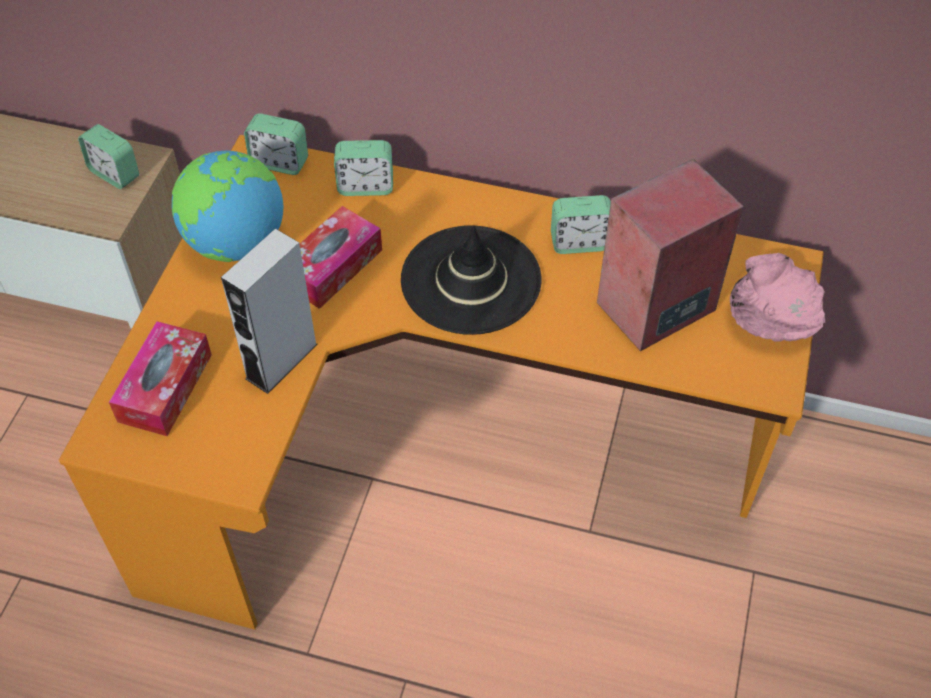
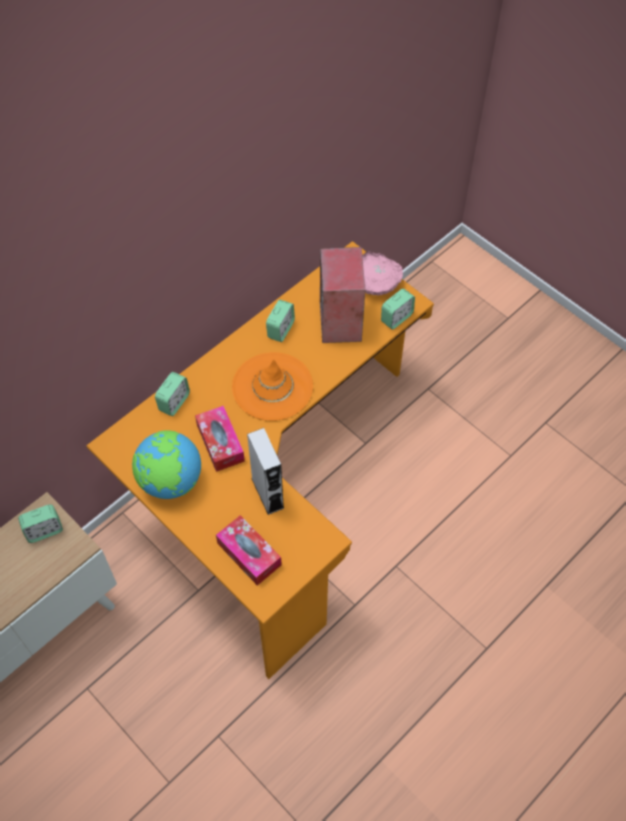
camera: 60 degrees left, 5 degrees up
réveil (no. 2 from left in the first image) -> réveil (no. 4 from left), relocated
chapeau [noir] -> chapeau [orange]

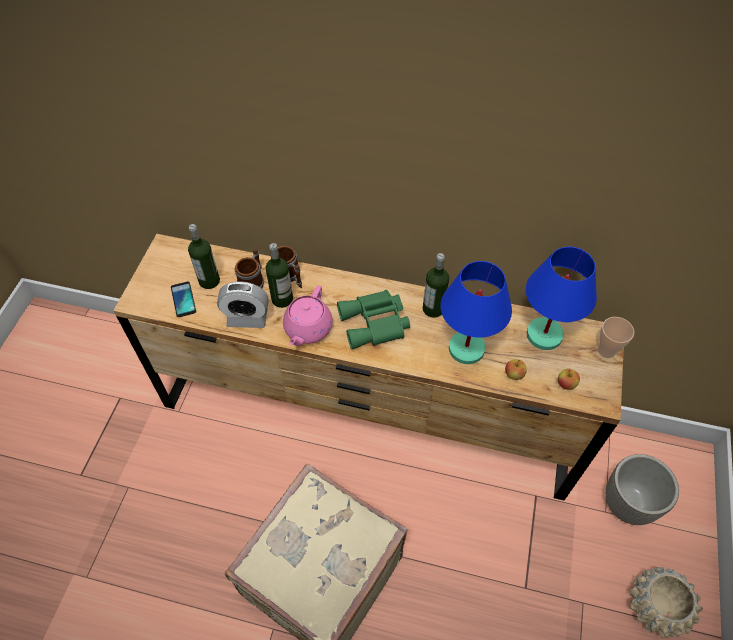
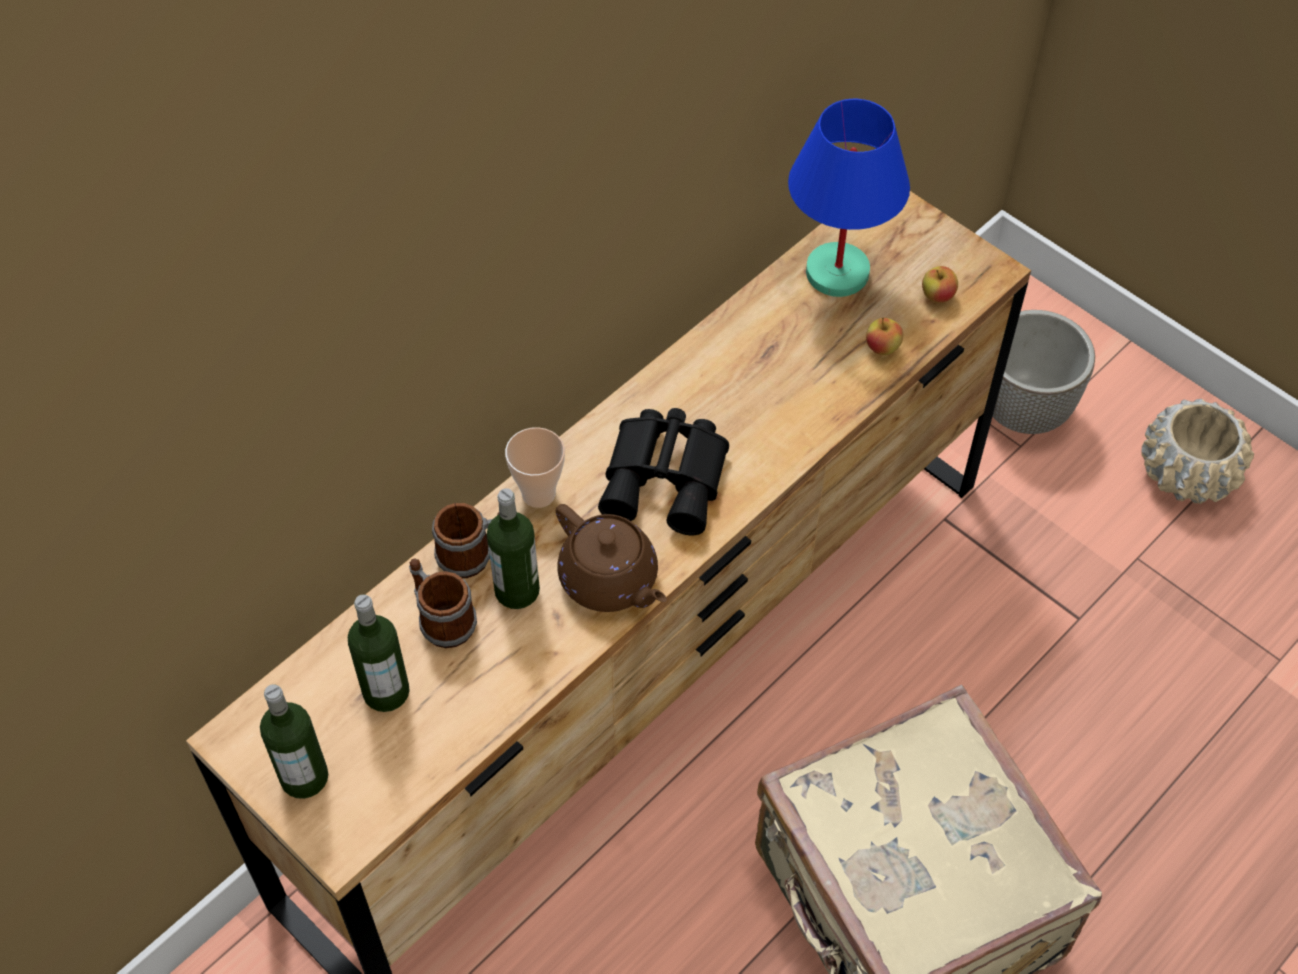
camera: 60 degrees left, 0 degrees up
téléphone -> none
réveil -> none
lampe de table [bleu] (no. 1 from left) -> none
bouteille (no. 3 from left in the first image) -> bouteille (no. 1 from left), relocated
tasse, relocated
théière [rose] -> théière [marron]
jumelles [vert] -> jumelles [noir]

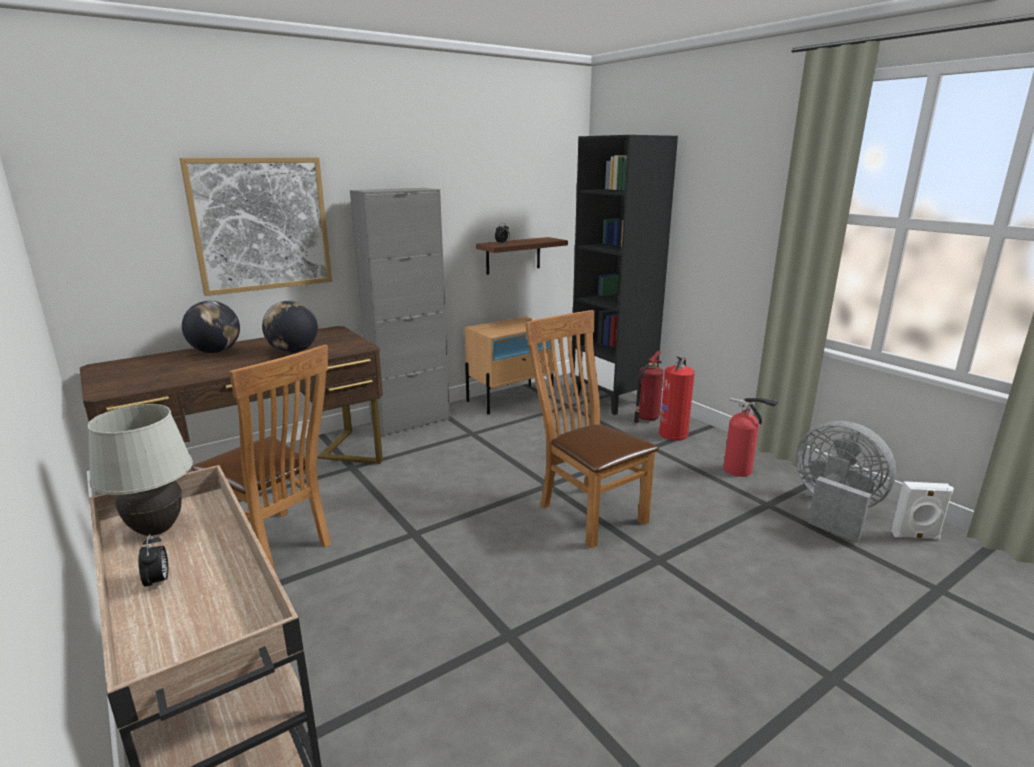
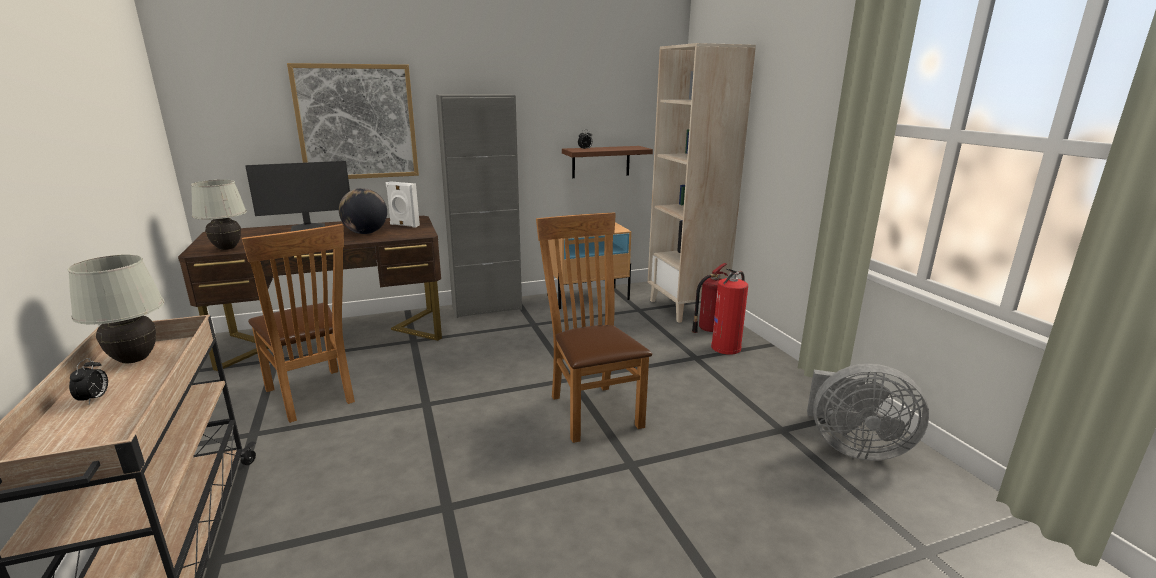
camera: 15 degrees right, 0 degrees up
extincteur (no. 3 from left) -> none
none -> lampe de table [blanc] (no. 2 from left)
enceinte [blanc], relocated
globe (no. 1 from left) -> écran d'ordinateur
bibliothèque [noir] -> bibliothèque [beige]
ventilateur [gris], 135 degrees clockwise

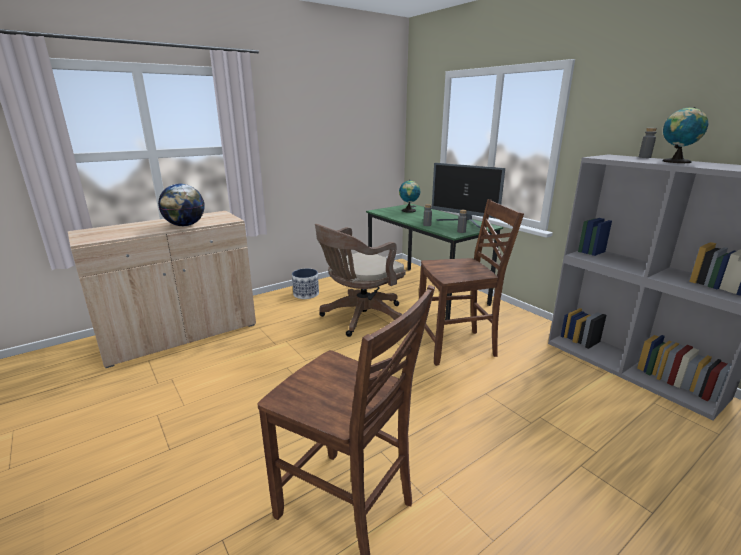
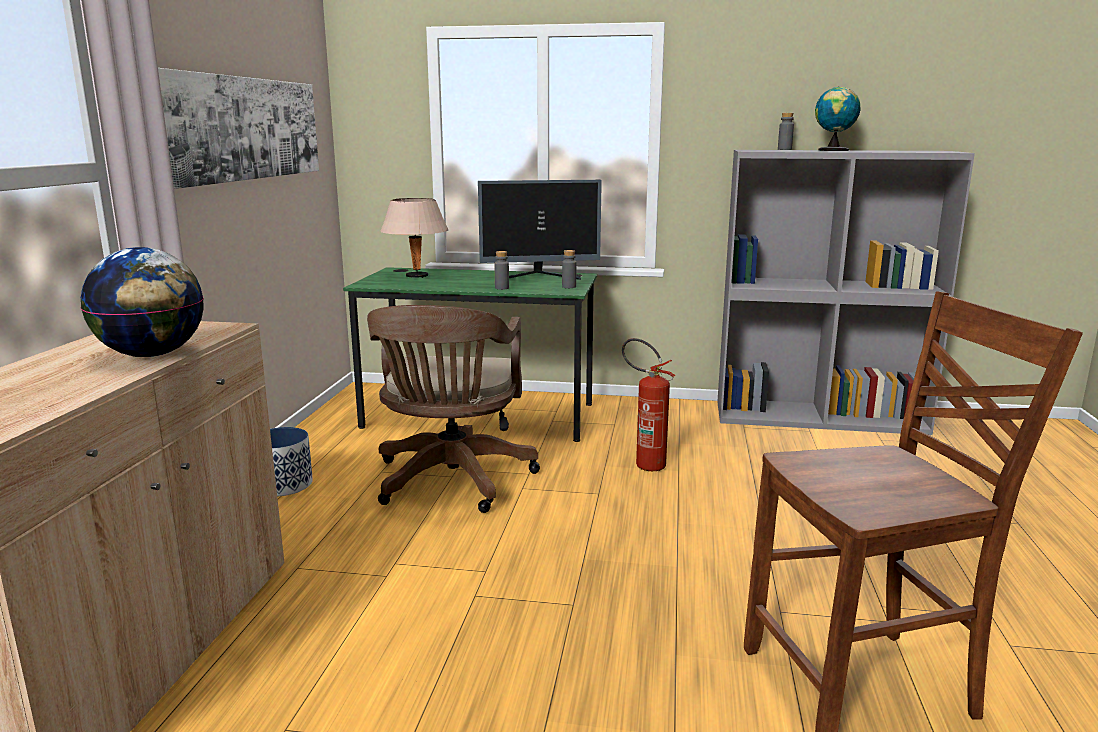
camera: 45 degrees left, 5 degrees down
none -> tableau
globe (no. 2 from left) -> lampe de table [beige]
chaise [marron] (no. 2 from left) -> extincteur

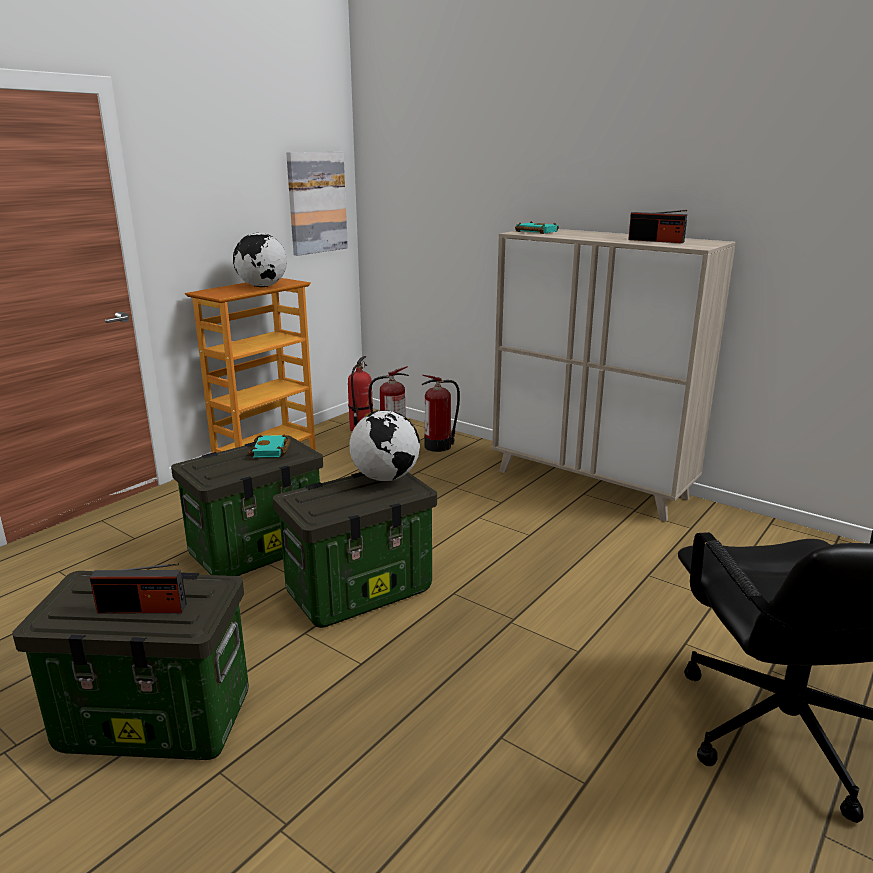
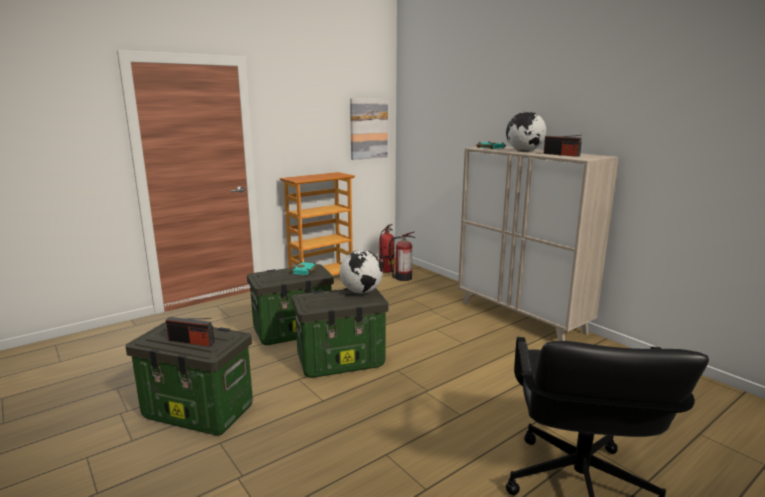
camera: 15 degrees right, 5 degrees down
extincteur (no. 3 from left) -> none
globe (no. 1 from left in the first image) -> globe (no. 2 from left), relocated

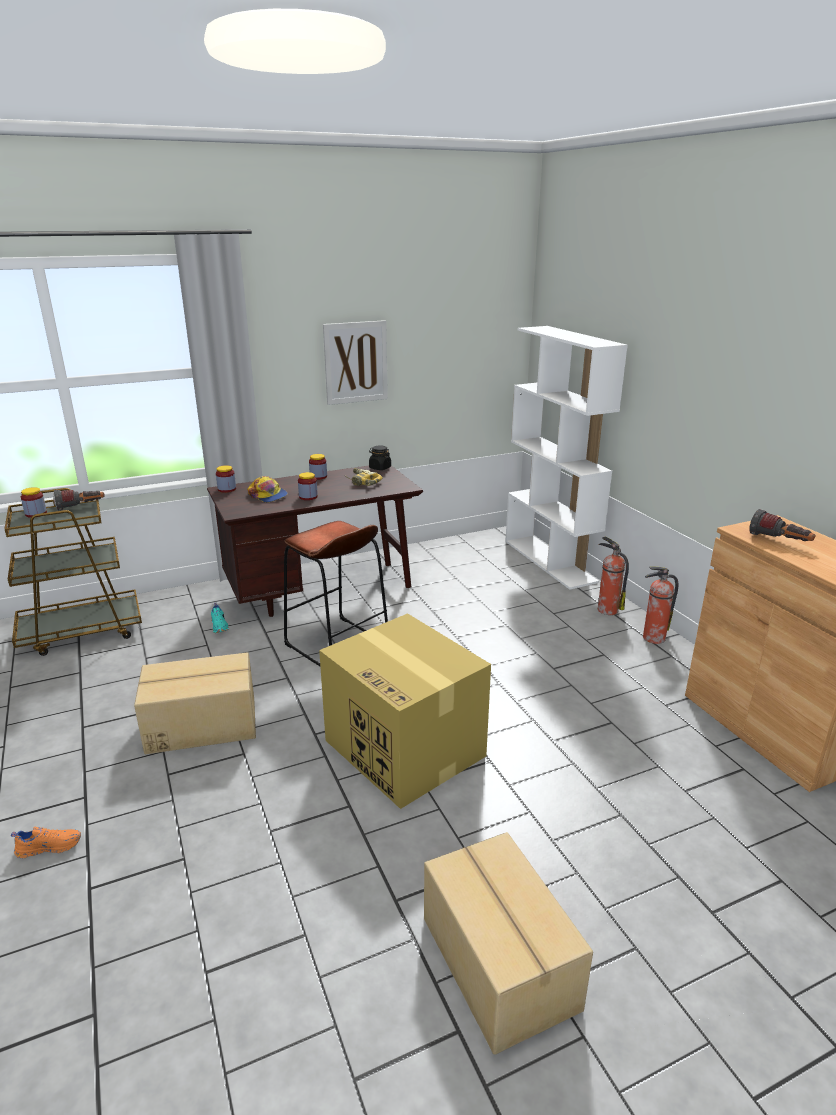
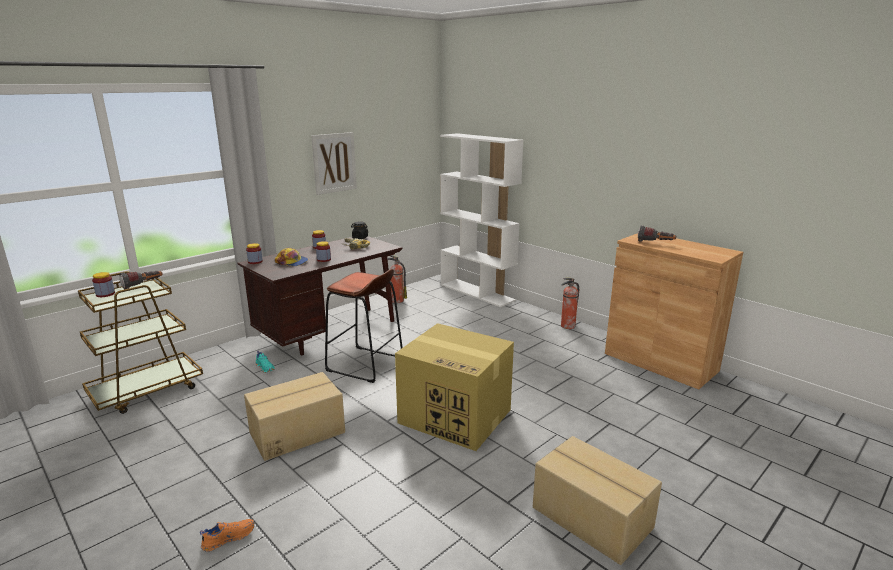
camera: 20 degrees left, 5 degrees down
extincteur (no. 1 from left), relocated

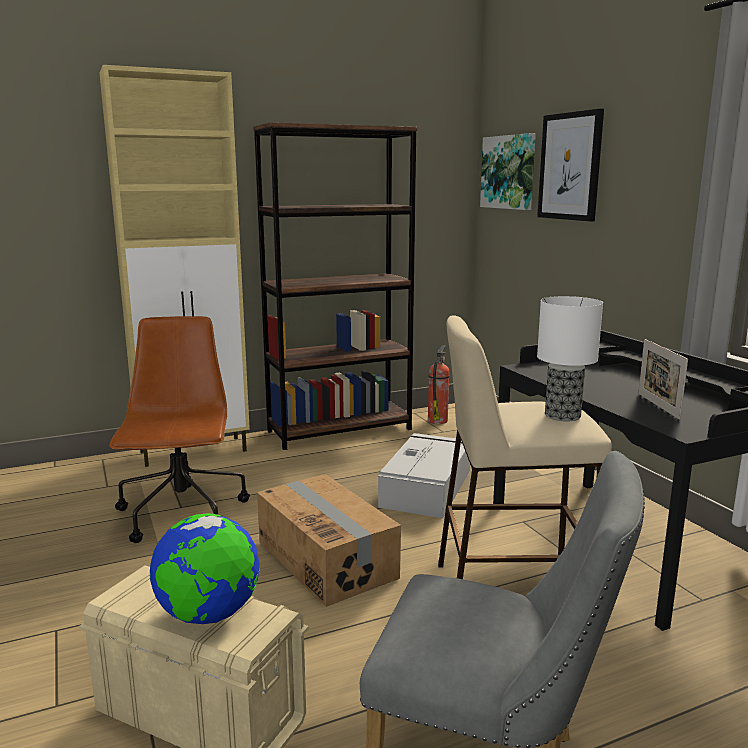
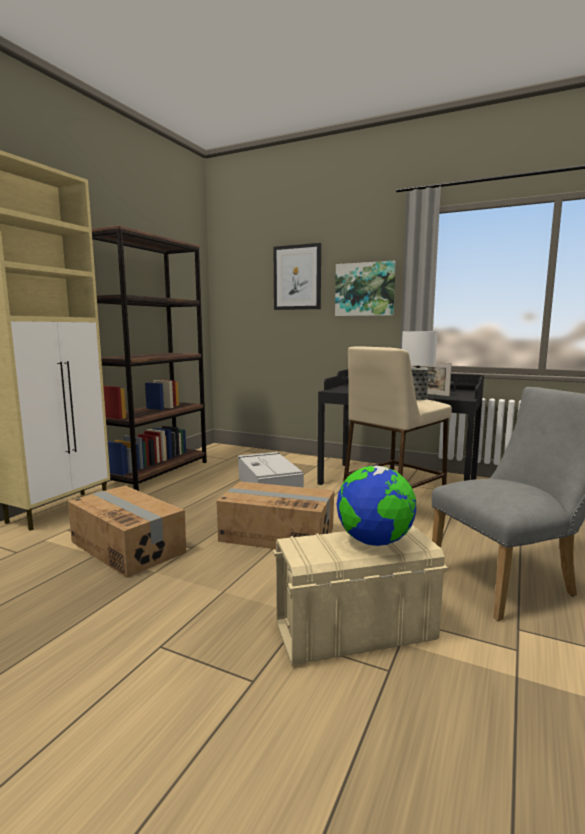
camera: 40 degrees left, 5 degrees down
extincteur -> none
tableau (no. 1 from left in the first image) -> tableau (no. 2 from left), relocated
chaise de bureau [marron] -> carton (no. 1 from left)

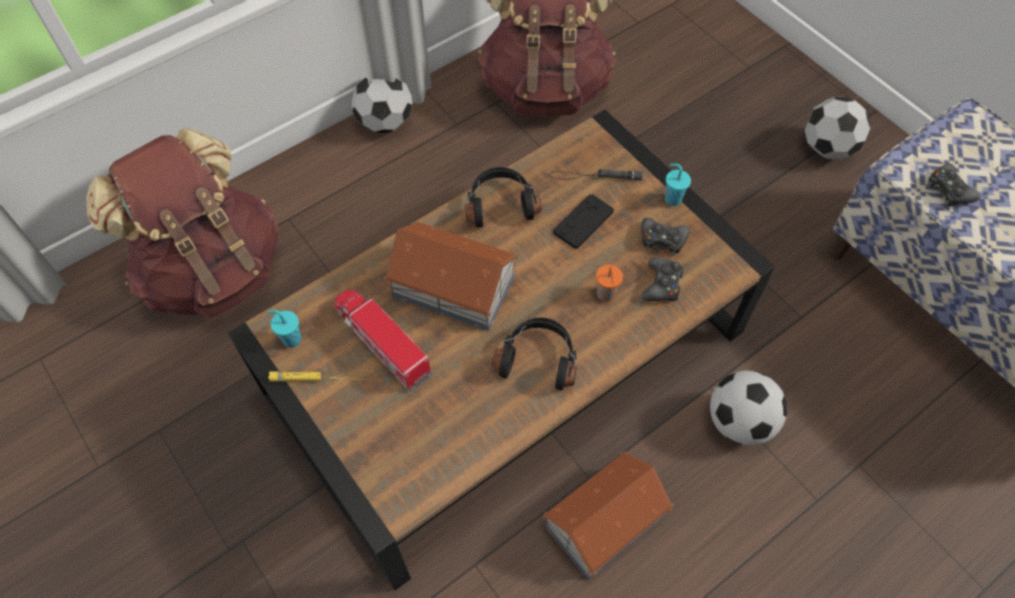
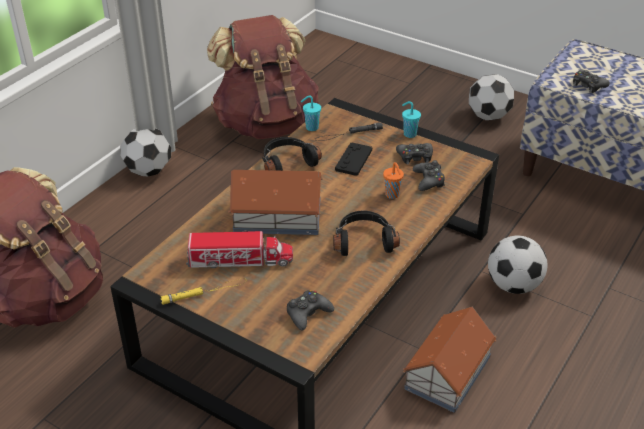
camera: 20 degrees left, 20 degrees down
none -> manette [noir] (no. 1 from left)
tasse [turquoise] (no. 1 from left), relocated
camion jouet, 150 degrees clockwise

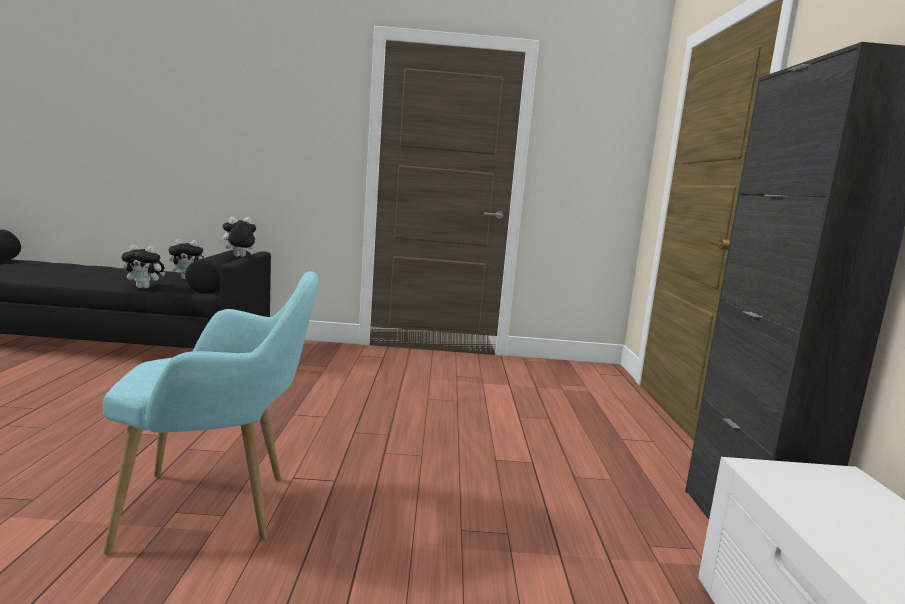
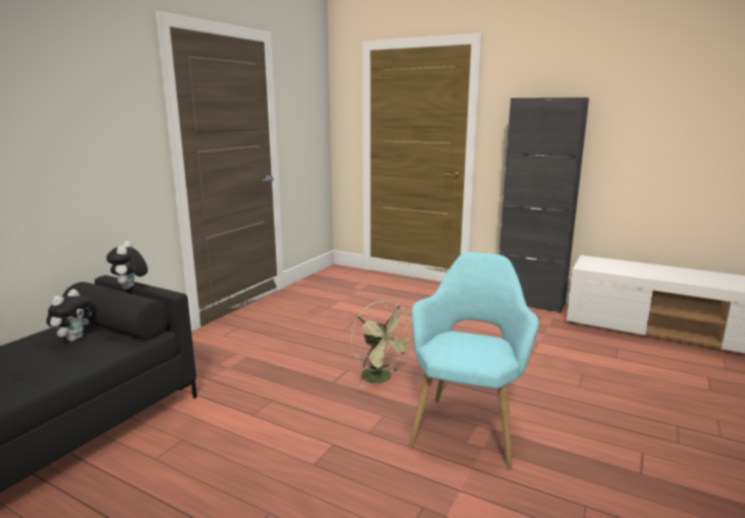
camera: 60 degrees left, 5 degrees up
peluche (no. 1 from left) -> none
none -> ventilateur [vert]

